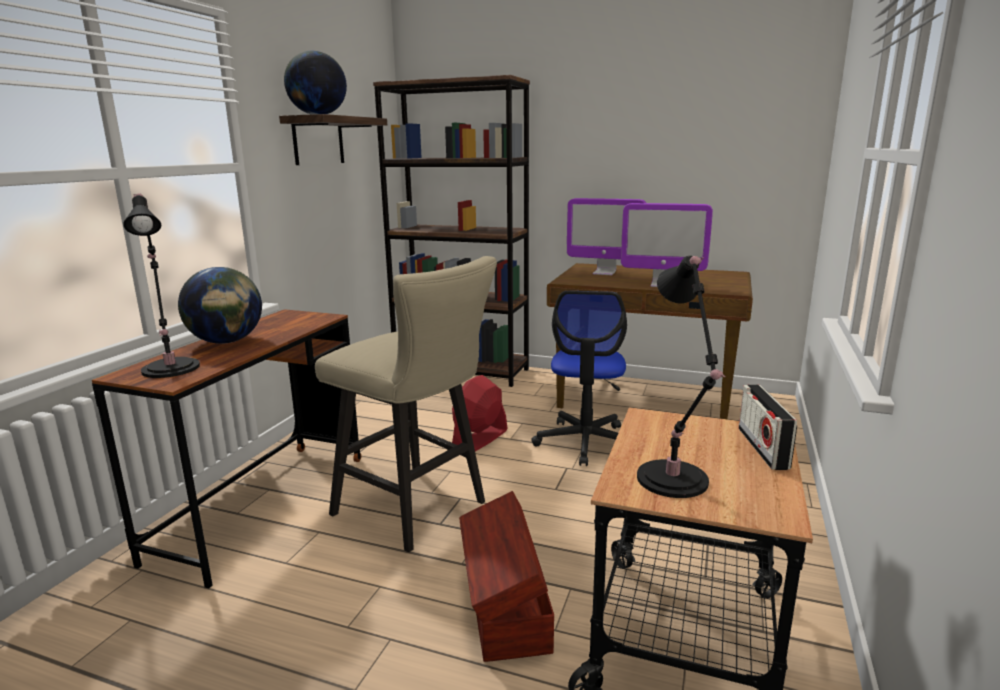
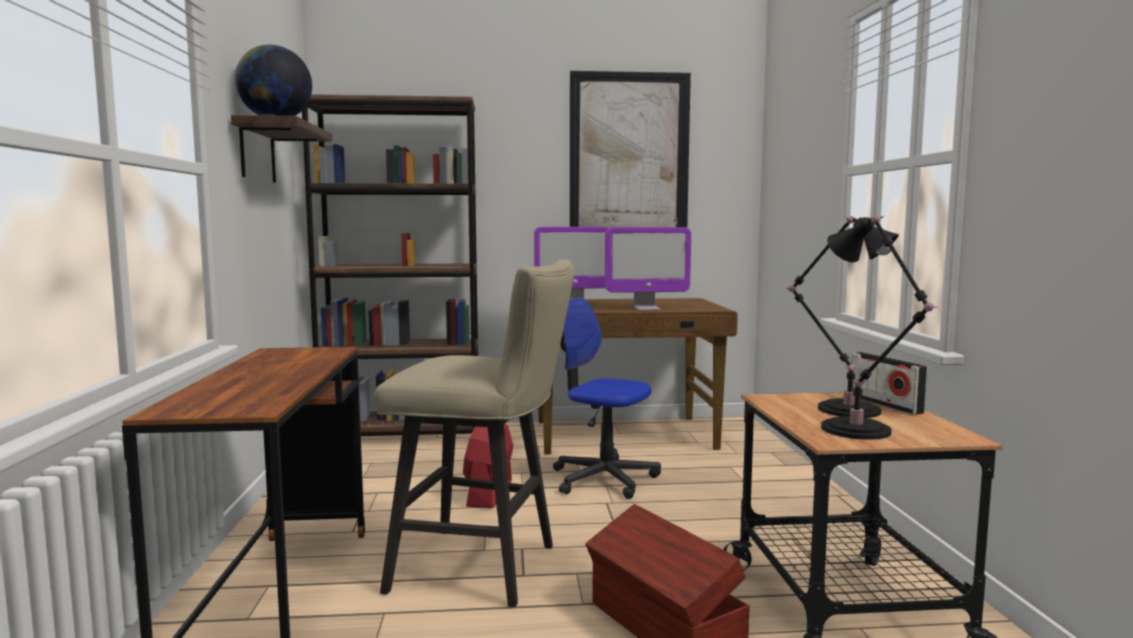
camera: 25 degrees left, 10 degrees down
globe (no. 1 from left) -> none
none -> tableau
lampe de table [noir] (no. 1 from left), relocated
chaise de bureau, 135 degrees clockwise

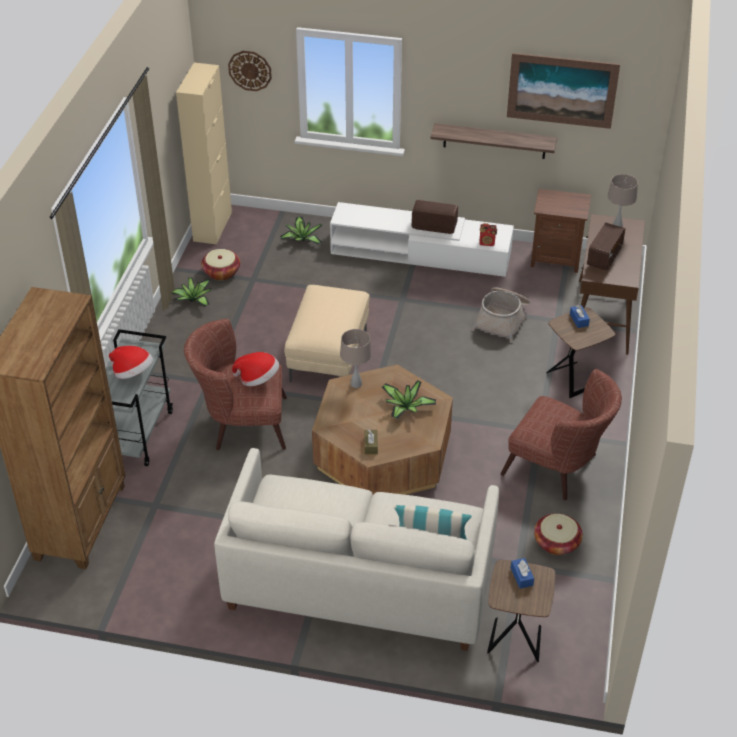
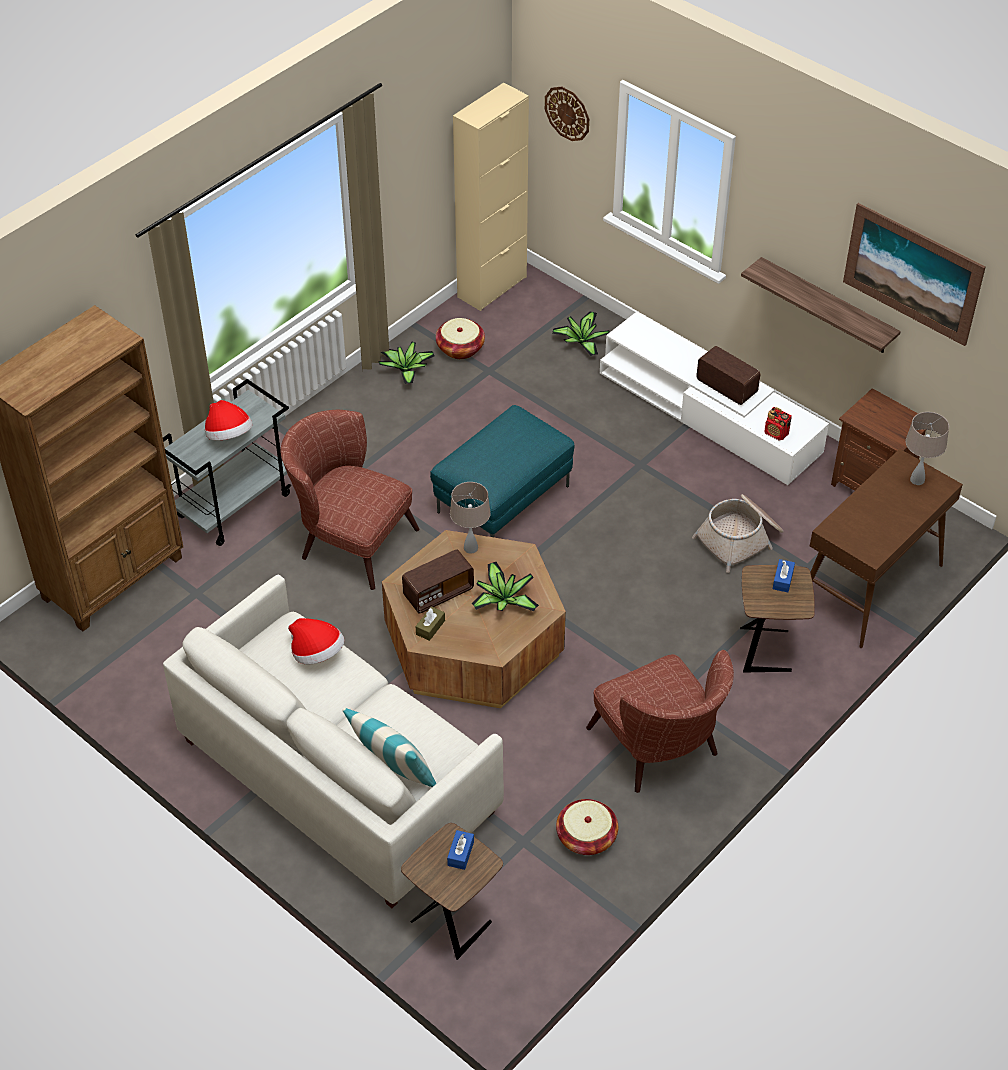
camera: 30 degrees right, 5 degrees up
chapeau (no. 2 from left), relocated
radio (no. 3 from left in the first image) -> radio (no. 1 from left), relocated
pouf [beige] -> pouf [turquoise]

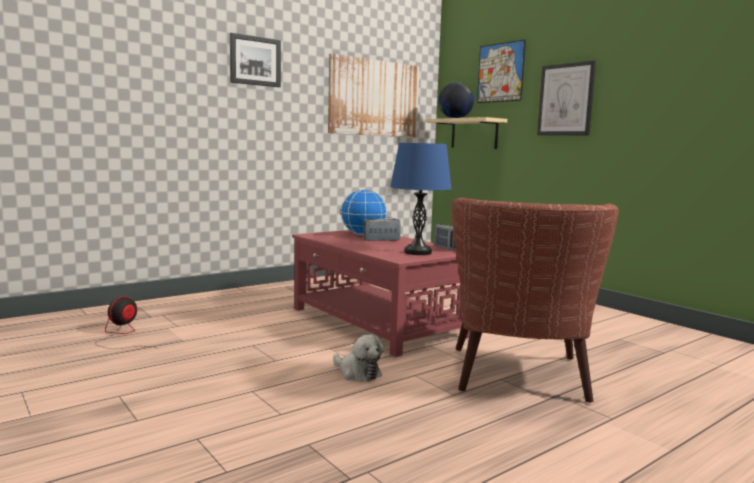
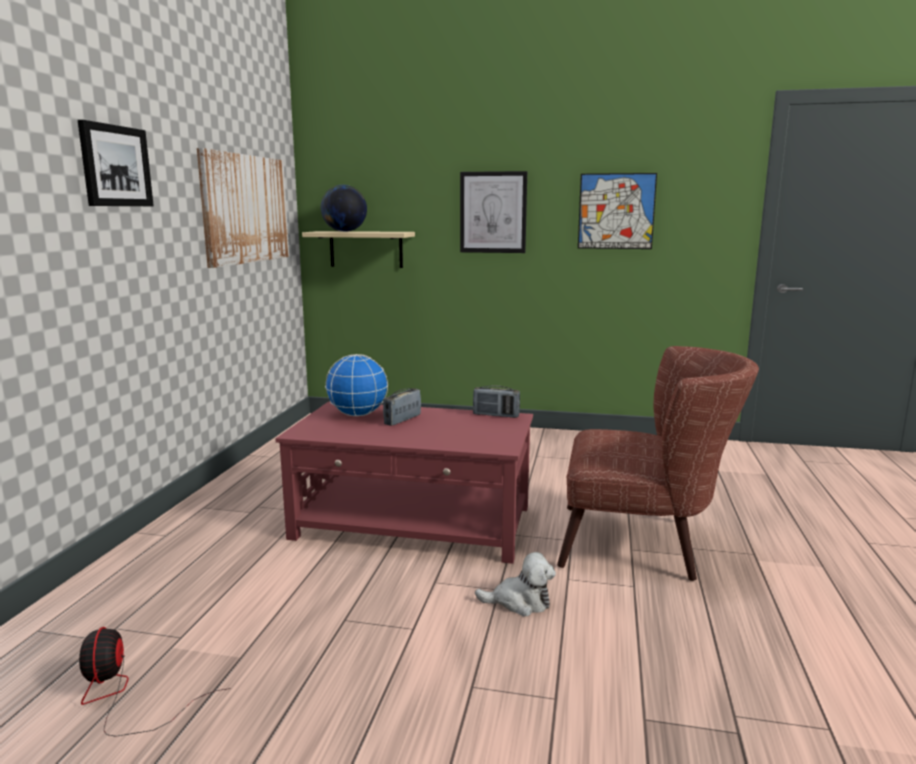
camera: 40 degrees left, 5 degrees up
lampe de table [bleu] -> none
tableau (no. 3 from left in the first image) -> tableau (no. 4 from left), relocated
fauteuil [marron], 45 degrees counterclockwise

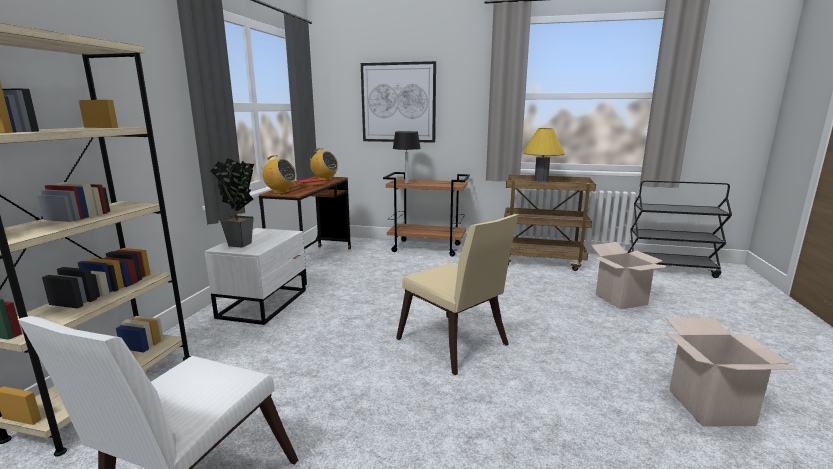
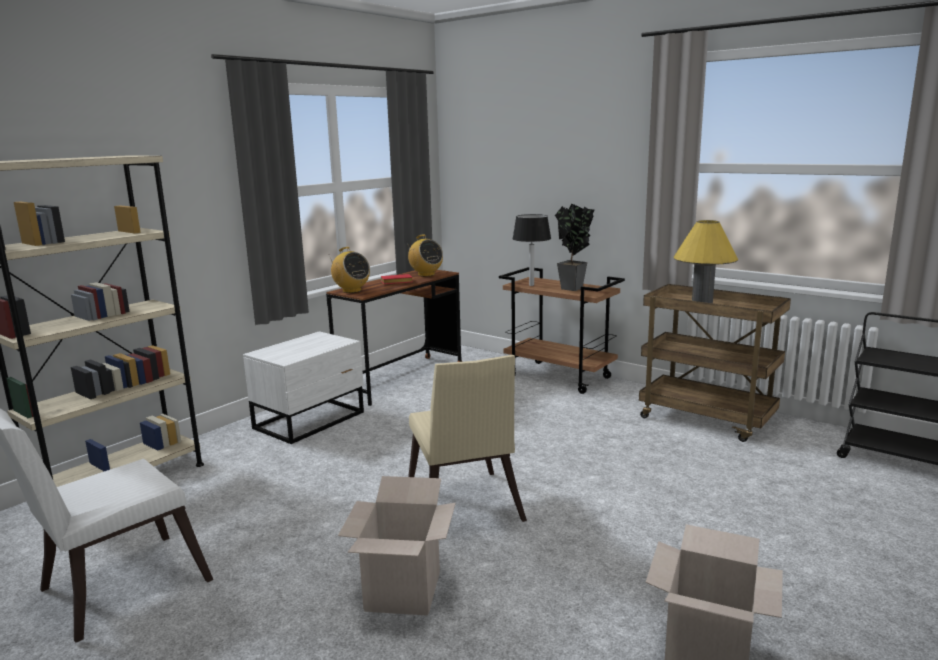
camera: 25 degrees right, 0 degrees up
tableau -> none
plante en pot, relocated
carton (no. 1 from left), relocated

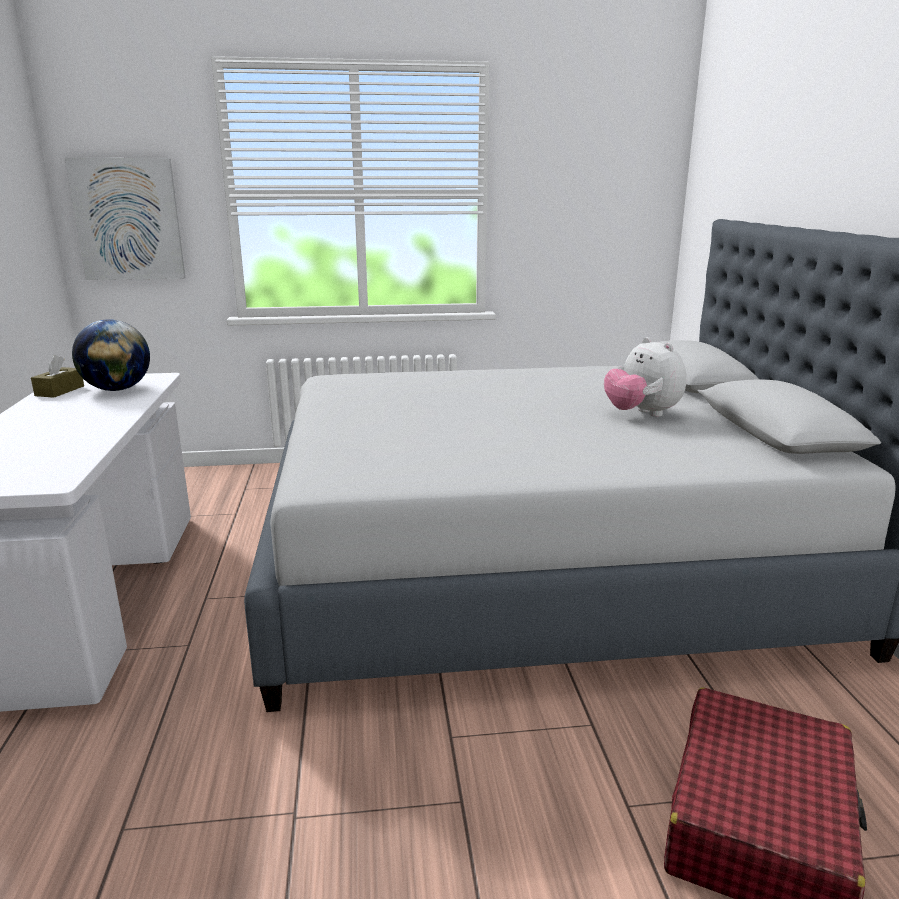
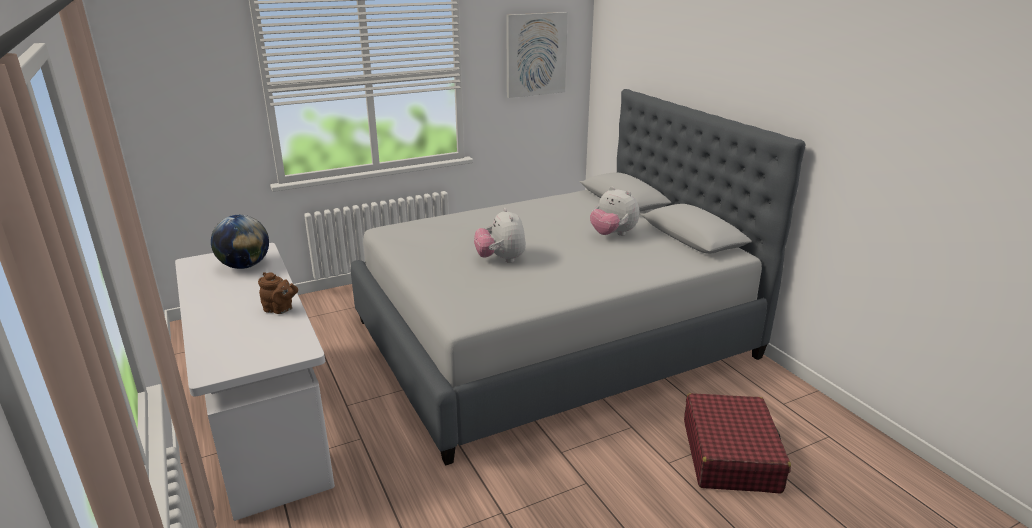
camera: 20 degrees left, 5 degrees up
boîte à mouchoirs [marron] -> none
none -> théière [marron]
none -> peluche (no. 1 from left)
tableau, relocated

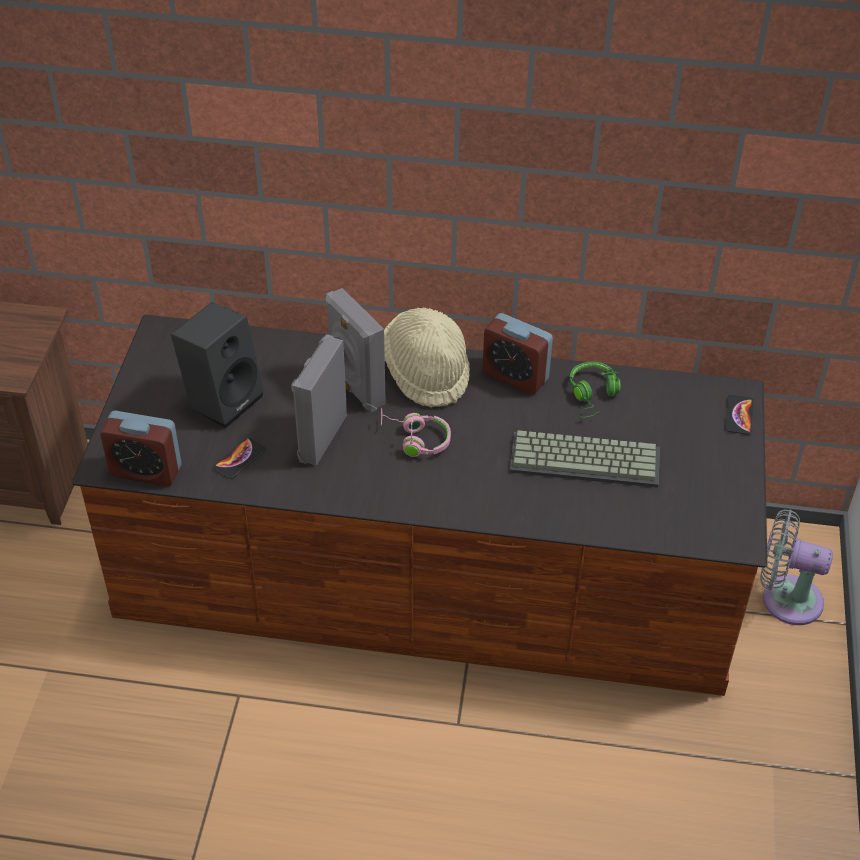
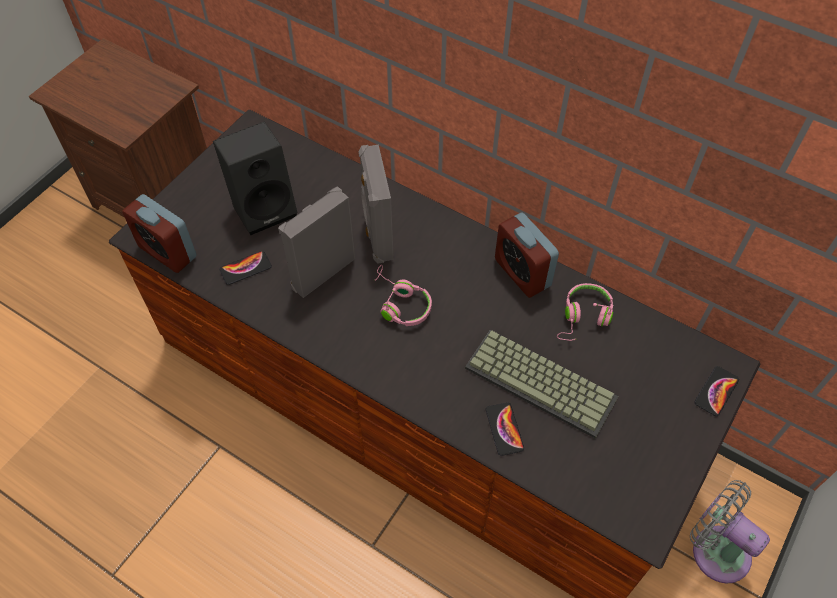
camera: 25 degrees right, 10 degrees up
chapeau [beige] -> none
none -> téléphone (no. 2 from left)
casque audio [vert] -> casque audio [rose] (no. 2 from left)

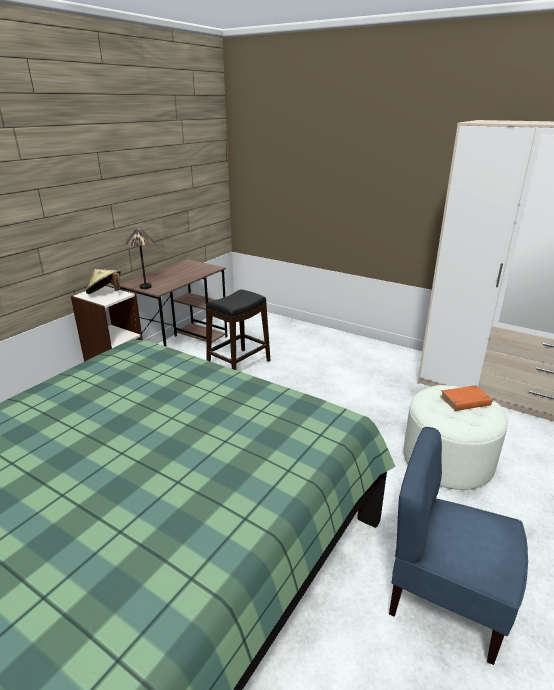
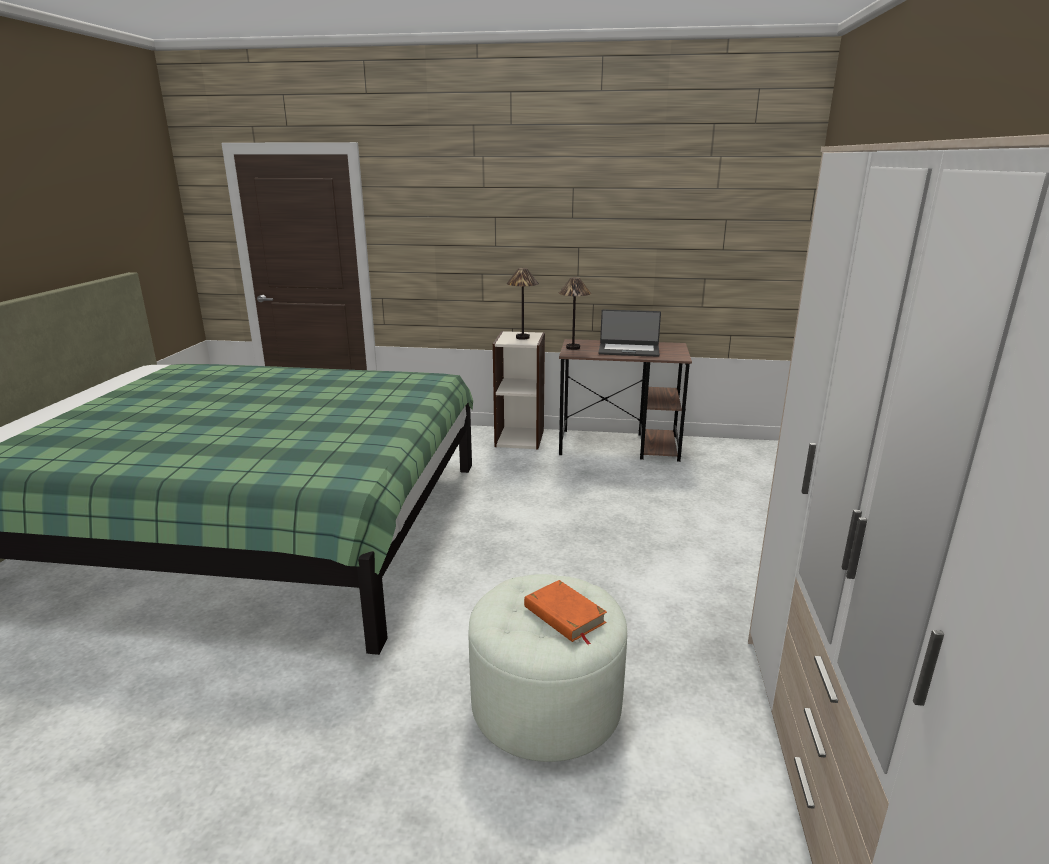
camera: 65 degrees right, 5 degrees down
tabouret [noir] -> none
chaise [bleu] -> none
none -> ordinateur portable
chapeau [beige] -> lampe de table (no. 1 from left)

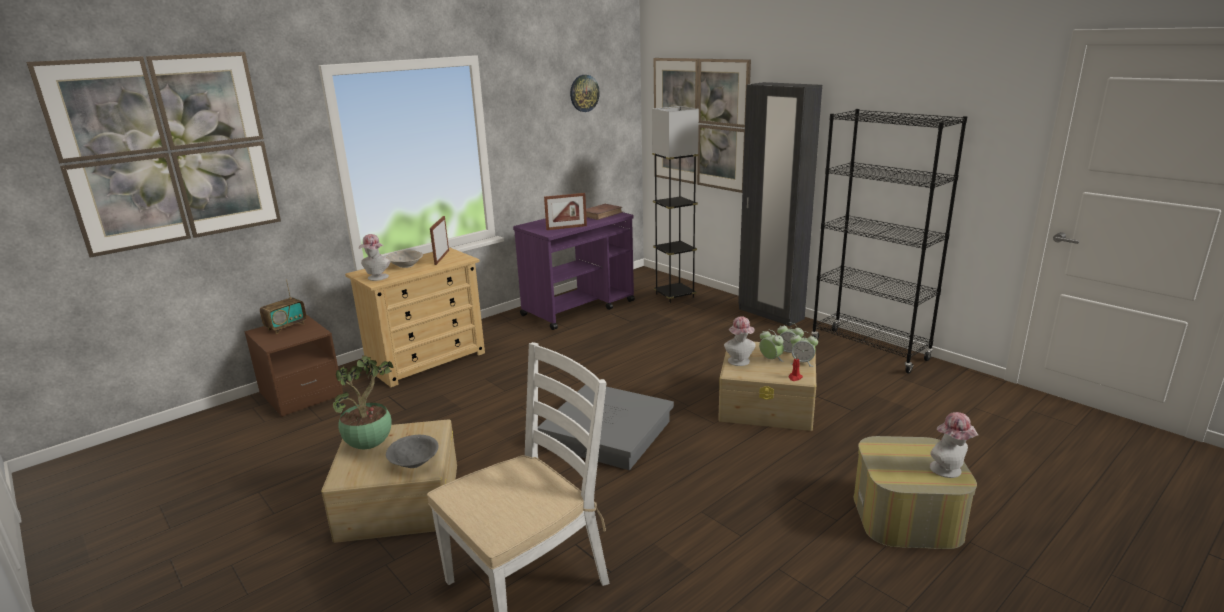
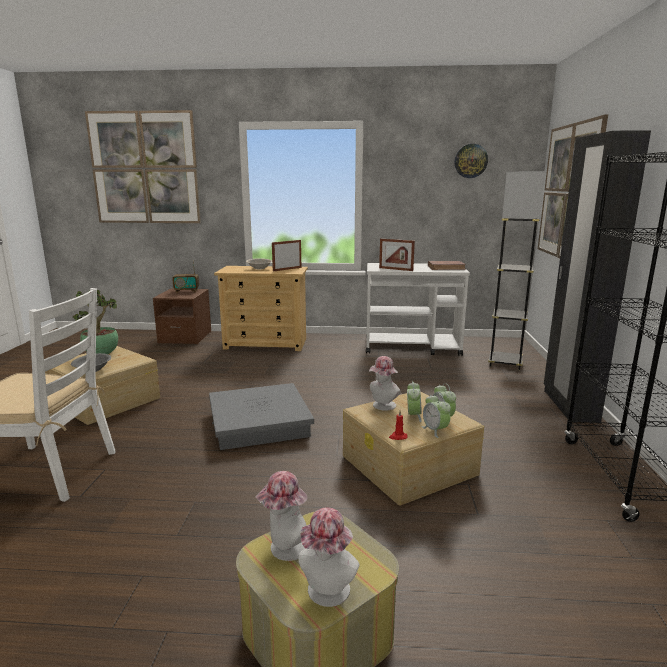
camera: 45 degrees right, 5 degrees down
chapeau (no. 1 from left), relocated
chariot [violet] -> chariot [blanc]

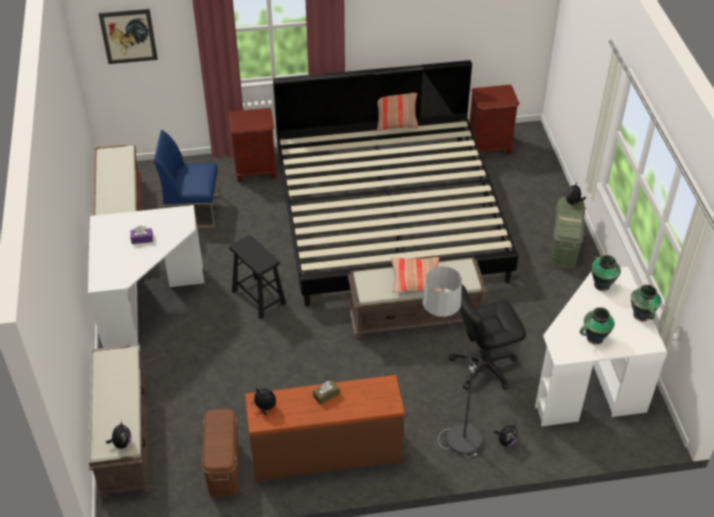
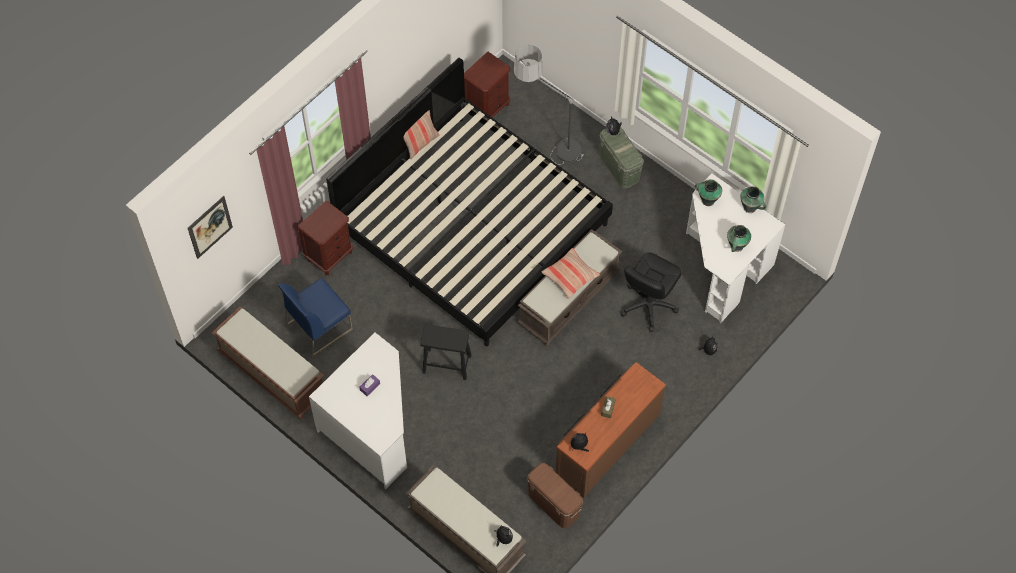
camera: 40 degrees left, 15 degrees up
lampadaire, relocated

